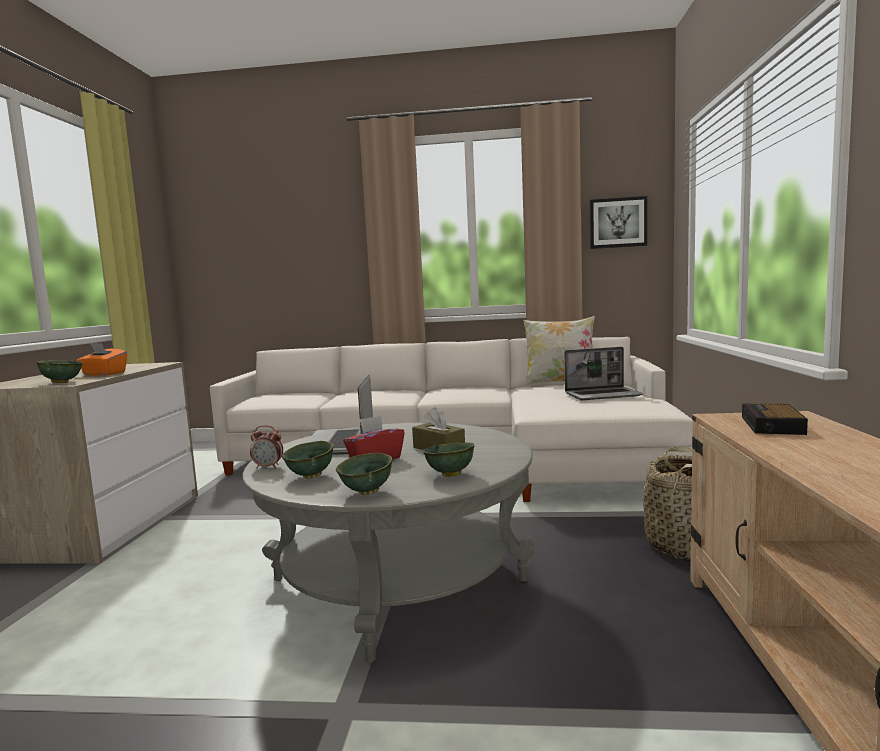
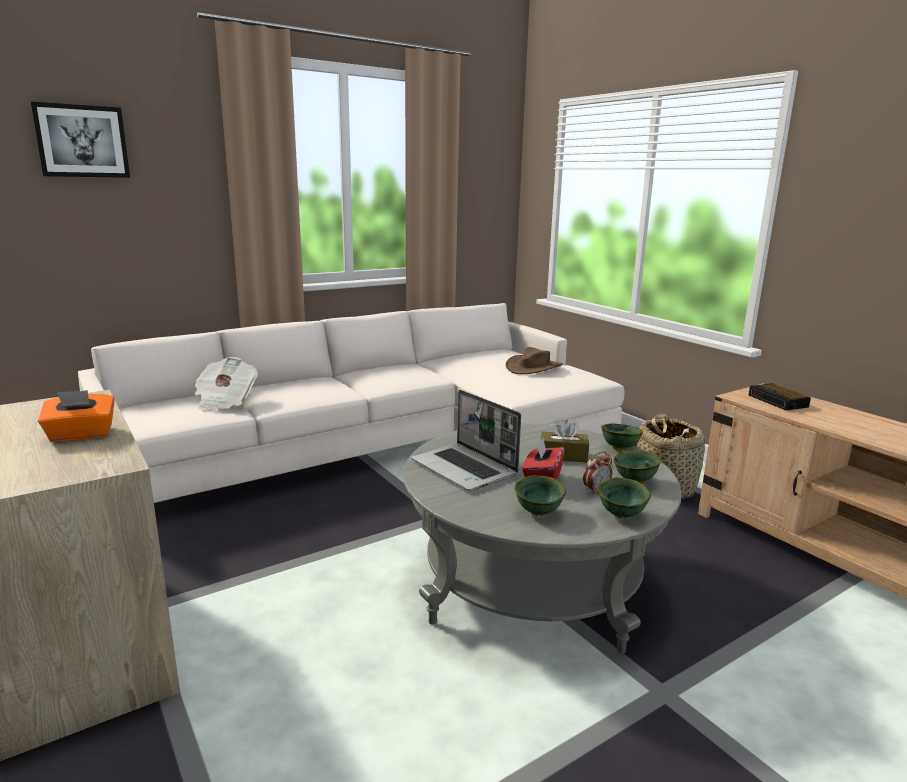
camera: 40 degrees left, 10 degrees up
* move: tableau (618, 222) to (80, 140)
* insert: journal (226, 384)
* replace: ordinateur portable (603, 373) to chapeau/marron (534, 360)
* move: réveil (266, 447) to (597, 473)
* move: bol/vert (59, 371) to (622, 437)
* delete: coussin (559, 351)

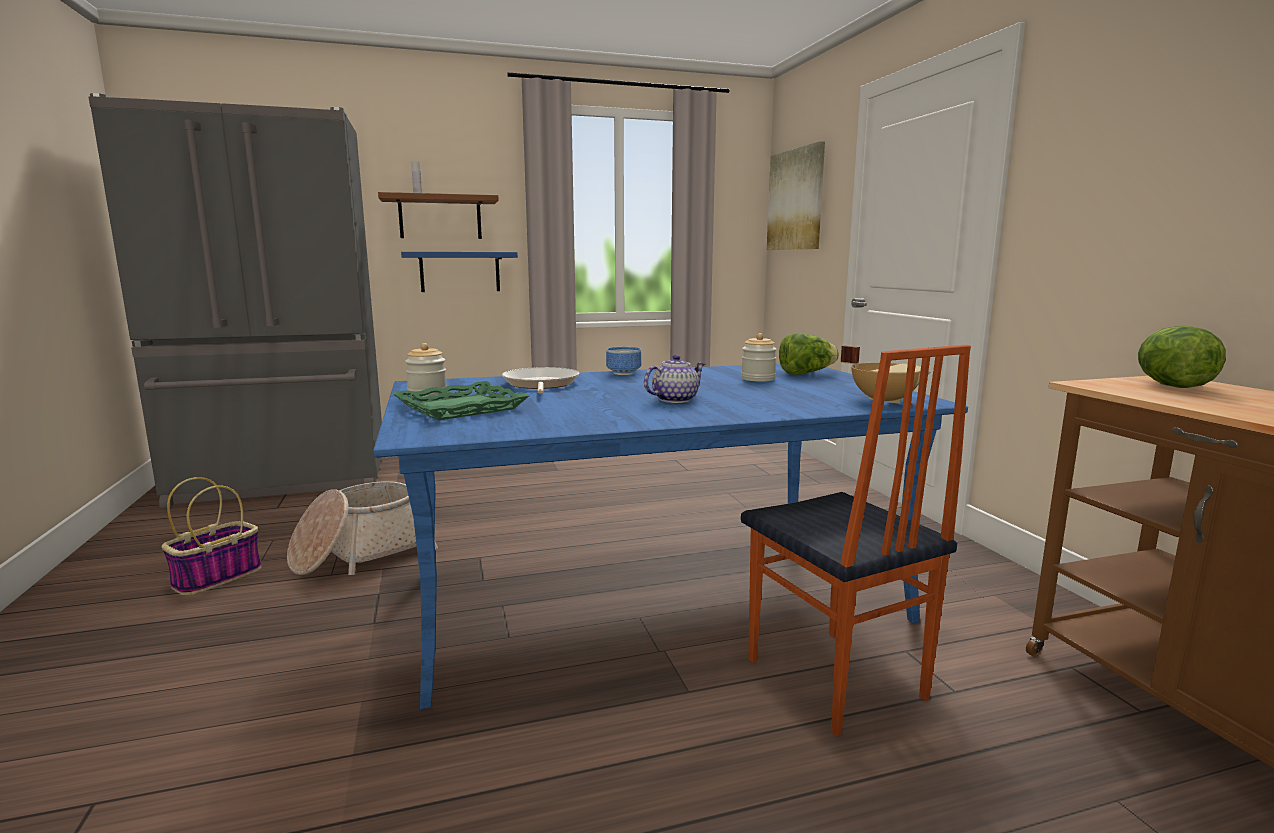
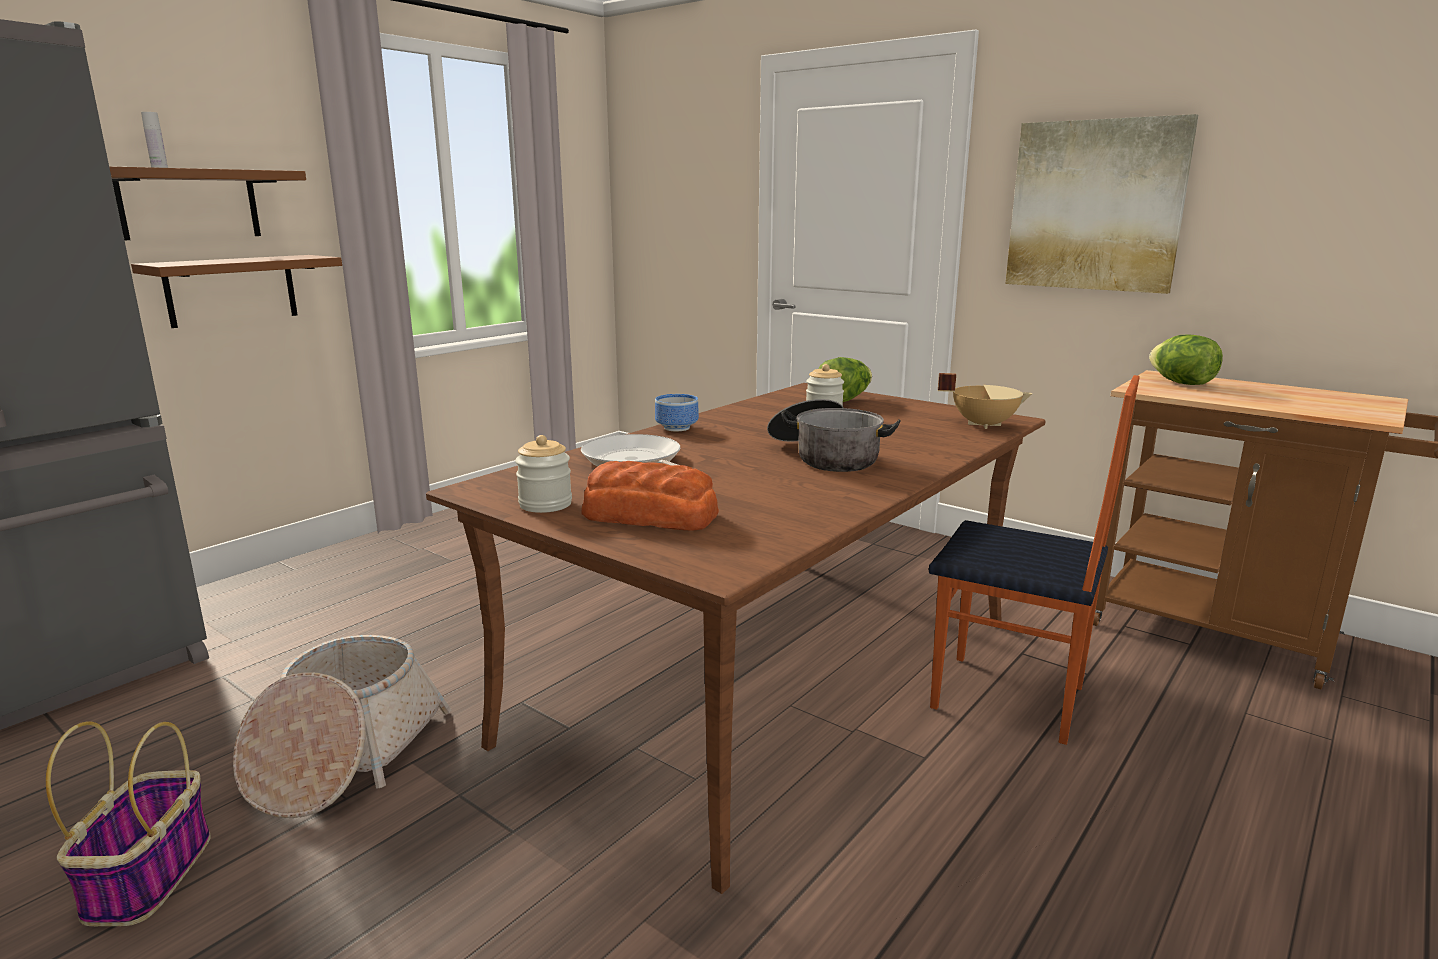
camera: 35 degrees left, 5 degrees up
* recolor: étagère/bleu (459, 272) to étagère/marron (236, 291)
* recolor: table à manger/bleu (670, 536) to table à manger/marron (736, 638)
* replace: plateau/vert (461, 400) to pain (650, 496)
* replace: théière (674, 379) to marmite (834, 435)
* move: tableau (796, 195) to (1101, 204)

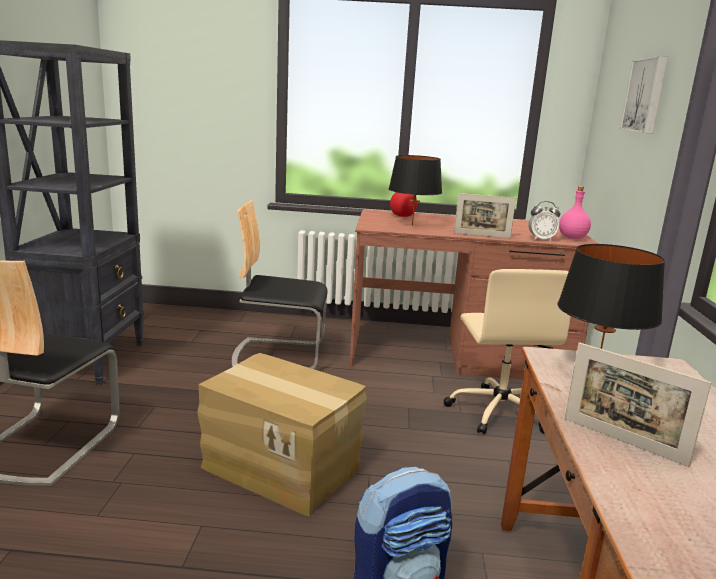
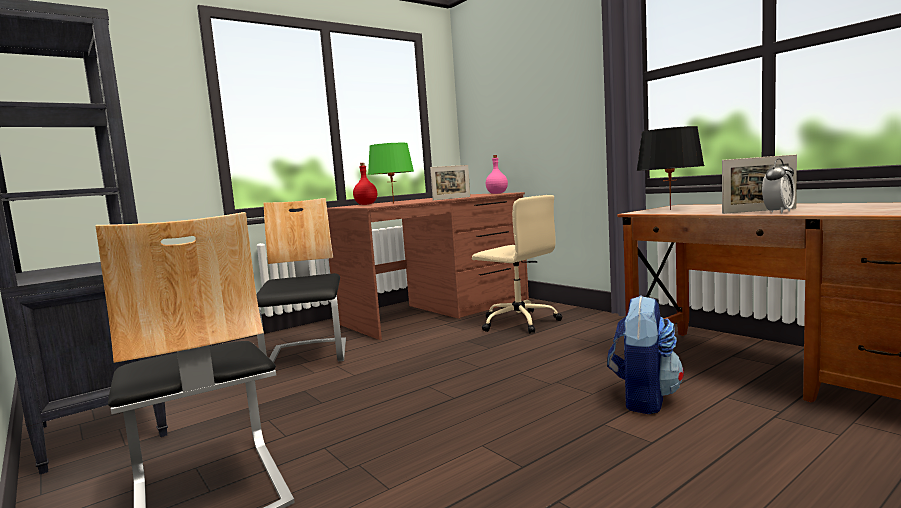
camera: 40 degrees left, 10 degrees down
* rotate: chaise (280, 284) = (301, 280) 120 degrees clockwise
* recolor: lampe de table/noir (415, 190) to lampe de table/vert (391, 173)
* move: réveil (544, 221) to (778, 185)
* delete: carton (282, 435)
* delete: tableau (644, 94)

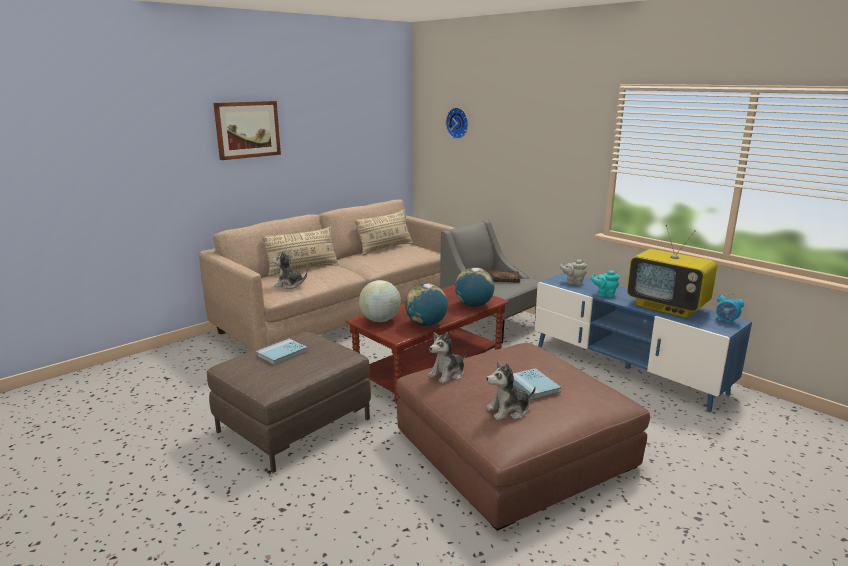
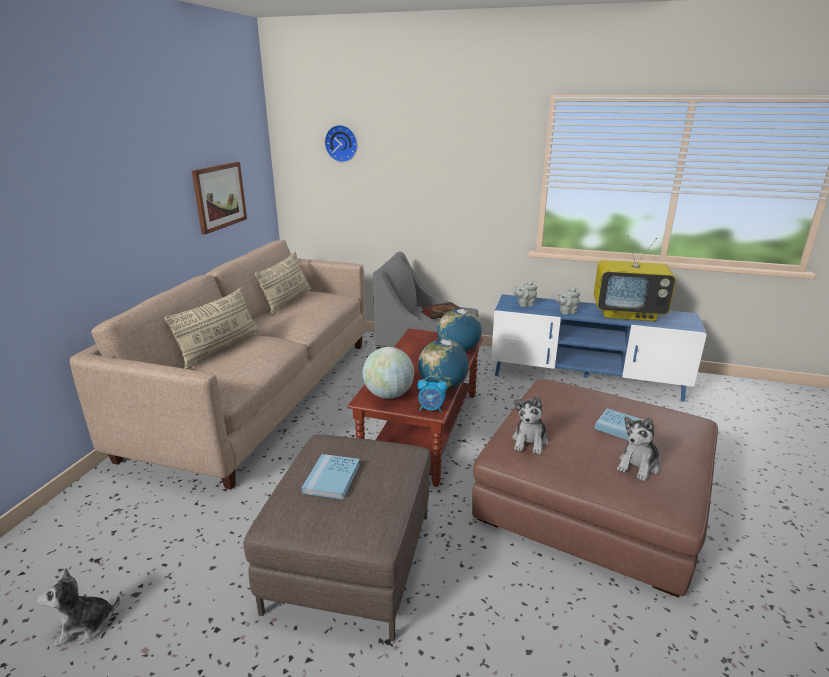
camera: 30 degrees left, 5 degrees up
* move: peluche (289, 269) to (78, 607)
* move: tableau (247, 130) to (219, 198)
* move: réveil (729, 309) to (432, 394)
* recolor: théière/turquoise (605, 283) to théière/gris (567, 301)

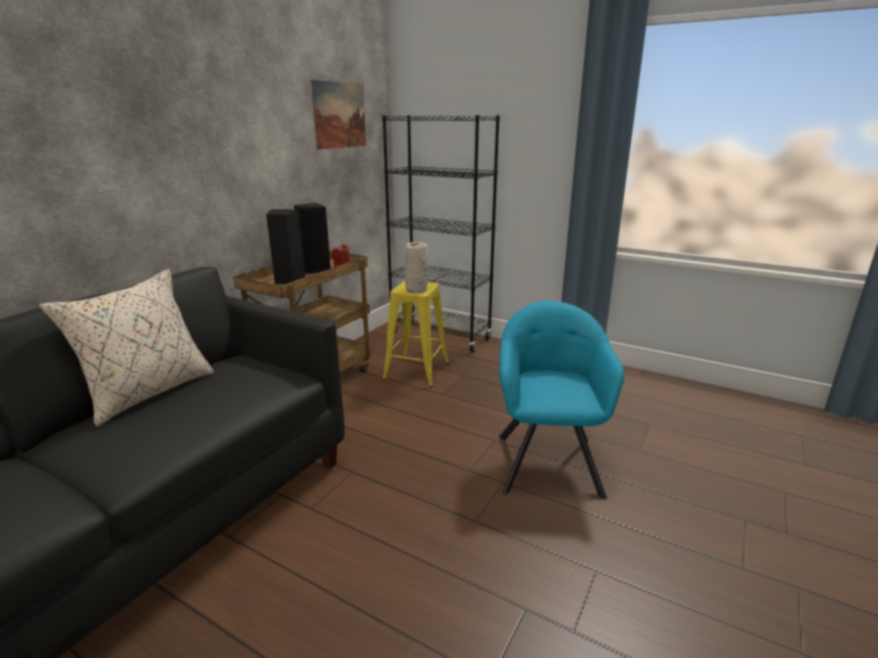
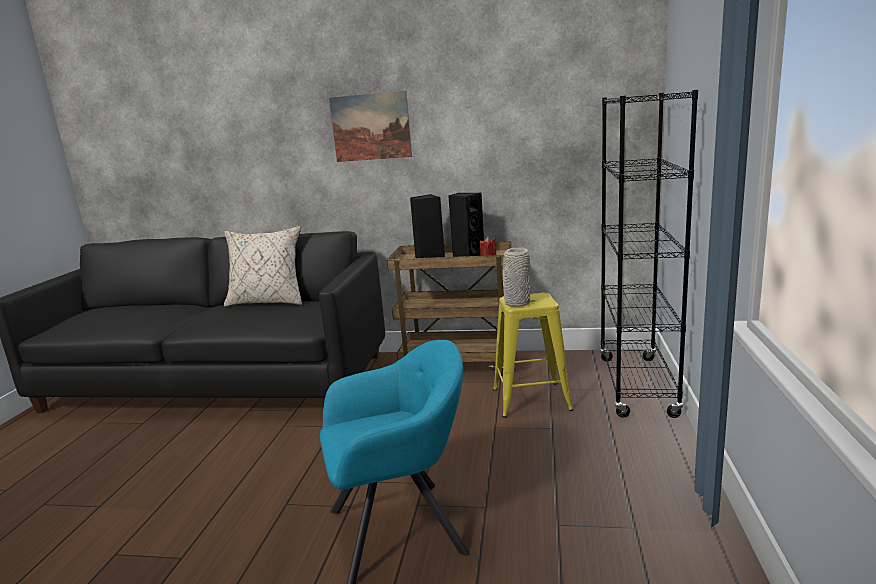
camera: 70 degrees right, 5 degrees down
* move: tableau (338, 114) to (370, 126)

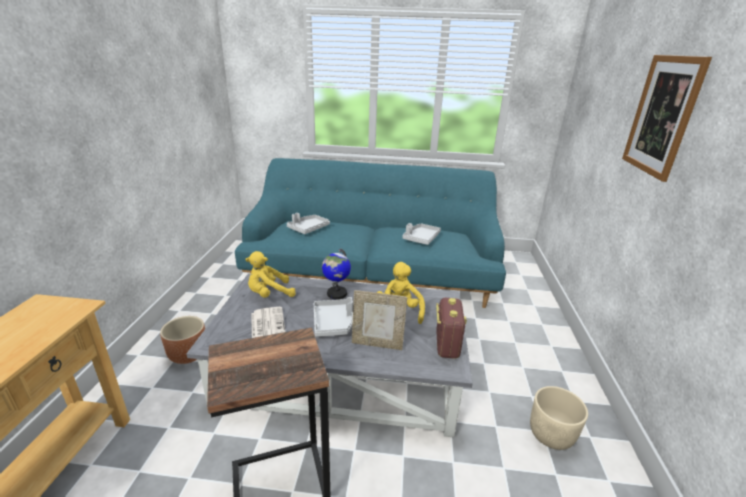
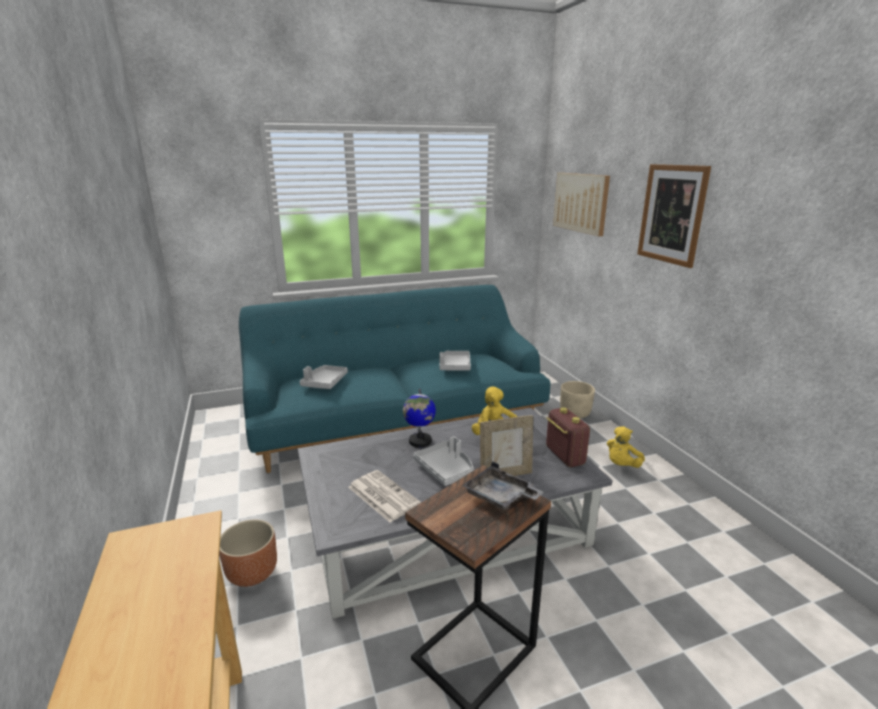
camera: 25 degrees left, 5 degrees down
* insert: plateau/gris (502, 485)
* insert: tableau (581, 204)
* move: cache-pot/beige (559, 418) to (577, 399)
* move: peluche/jaune (270, 274) to (626, 447)

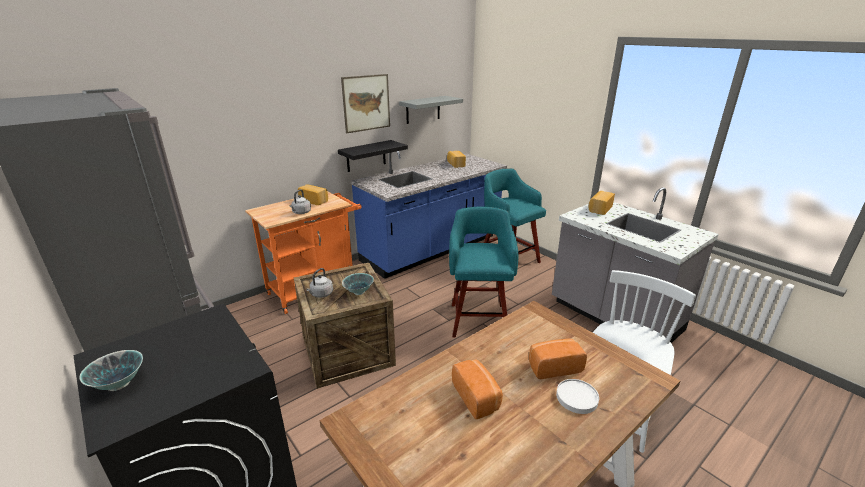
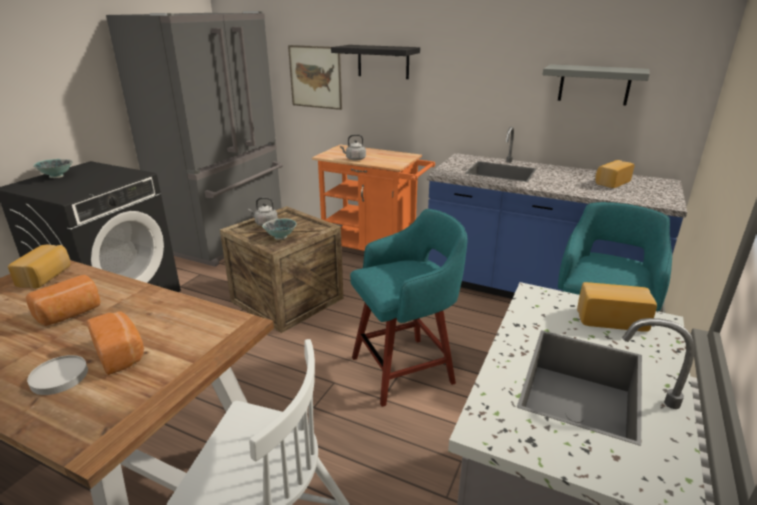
camera: 65 degrees right, 0 degrees up
* move: pain (313, 194) to (39, 267)
* move: tableau (365, 103) to (315, 77)
* move: étagère/noir (373, 156) to (375, 62)

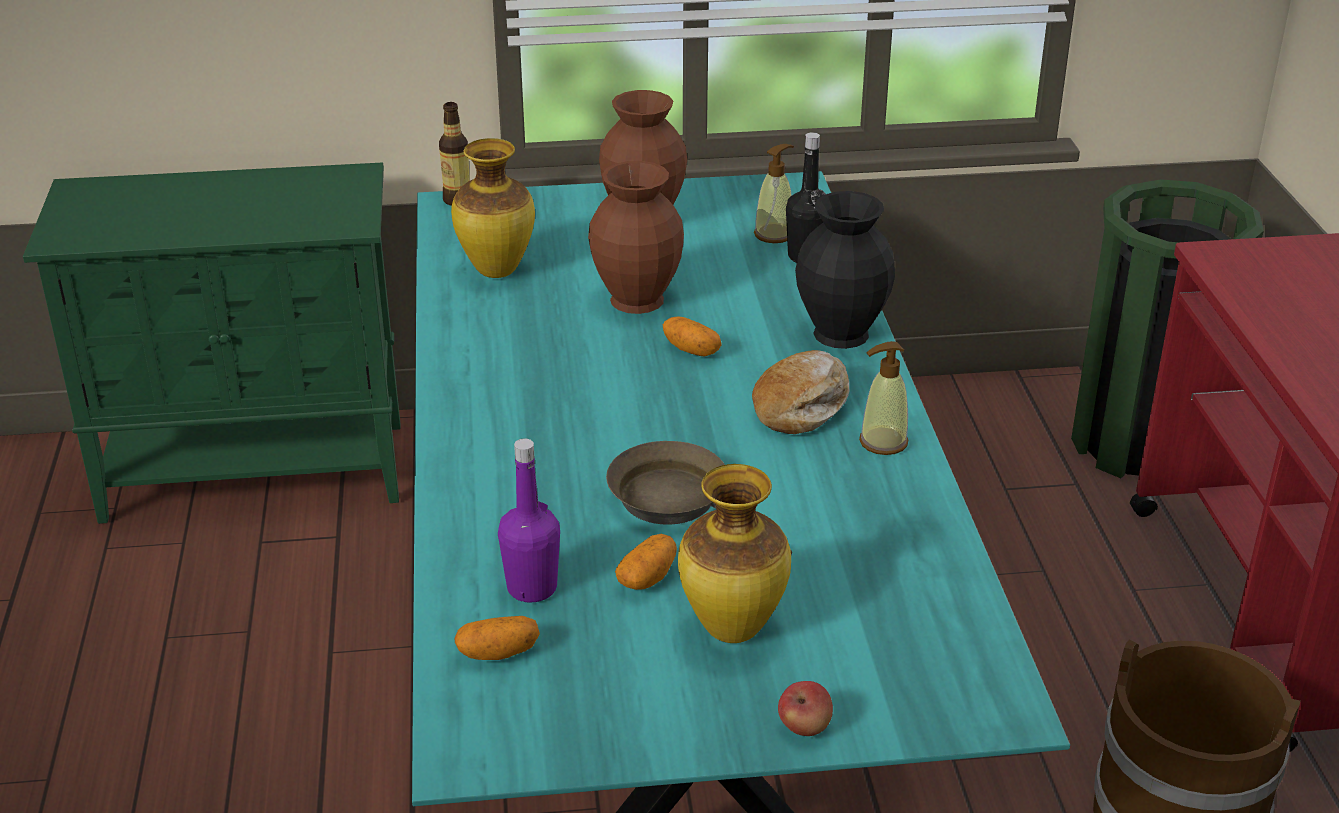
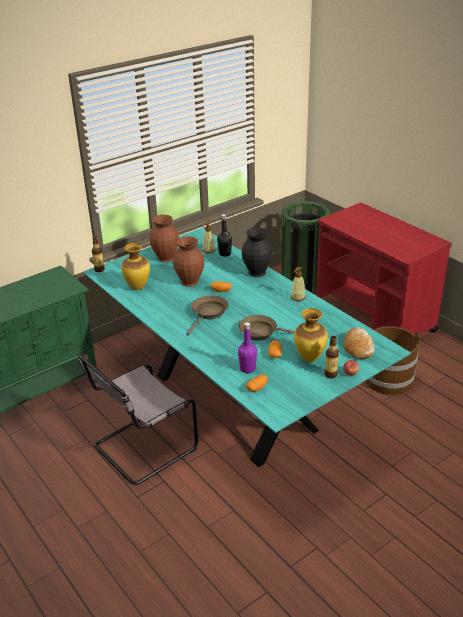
camera: 30 degrees left, 0 degrees up
* insert: chaise/gris (138, 419)
* insert: poêle/marron (207, 315)
* insert: bouteille (331, 357)
* move: pain (800, 392) to (359, 343)

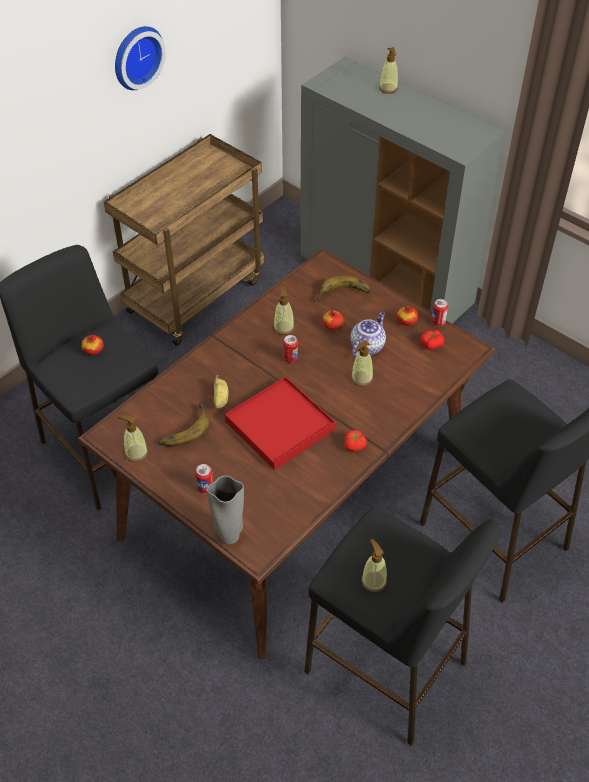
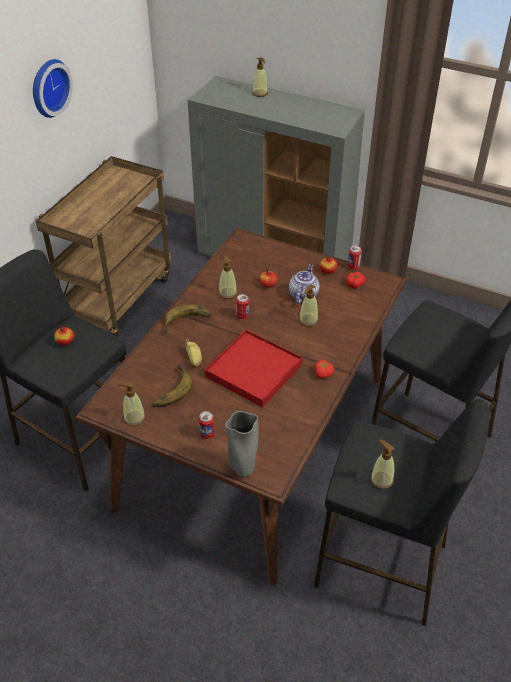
camera: 15 degrees left, 5 degrees down
* move: banane (344, 288) to (187, 318)

